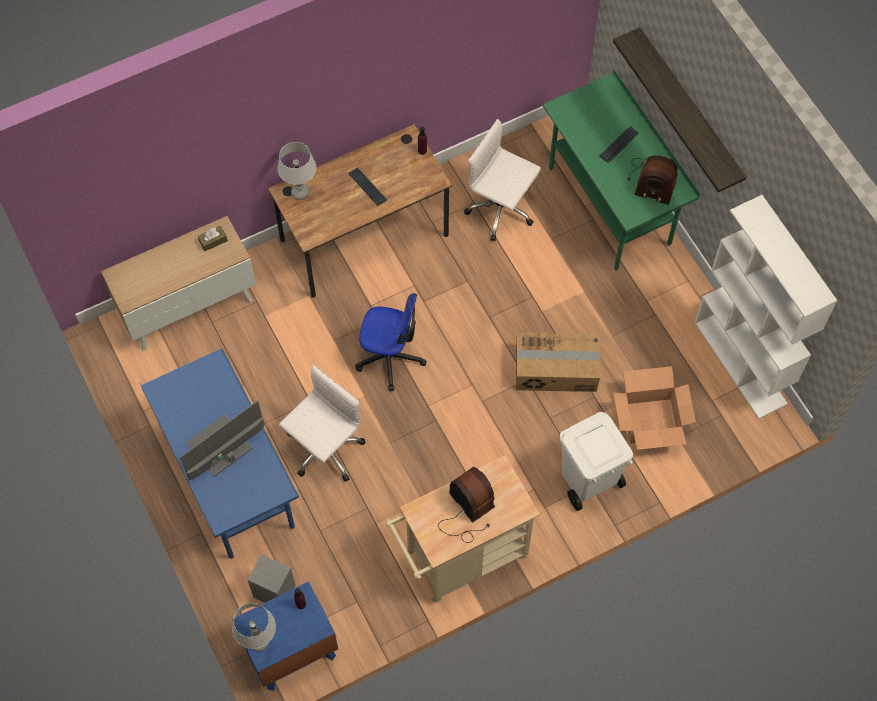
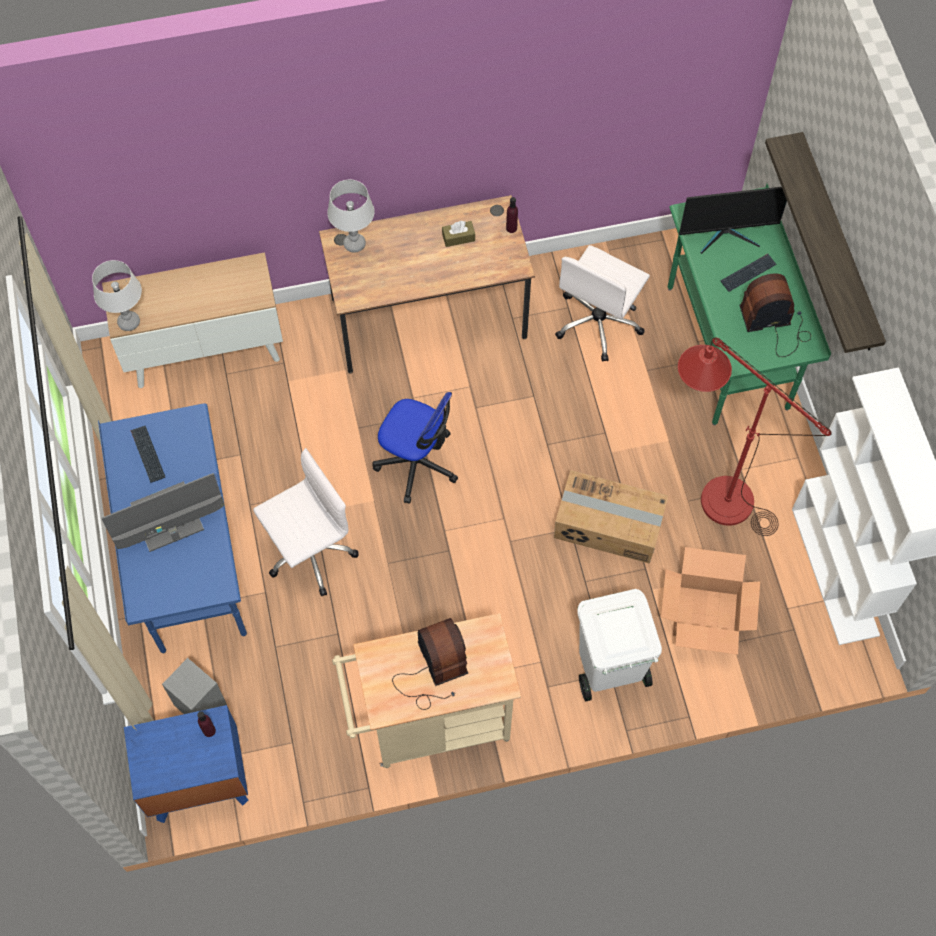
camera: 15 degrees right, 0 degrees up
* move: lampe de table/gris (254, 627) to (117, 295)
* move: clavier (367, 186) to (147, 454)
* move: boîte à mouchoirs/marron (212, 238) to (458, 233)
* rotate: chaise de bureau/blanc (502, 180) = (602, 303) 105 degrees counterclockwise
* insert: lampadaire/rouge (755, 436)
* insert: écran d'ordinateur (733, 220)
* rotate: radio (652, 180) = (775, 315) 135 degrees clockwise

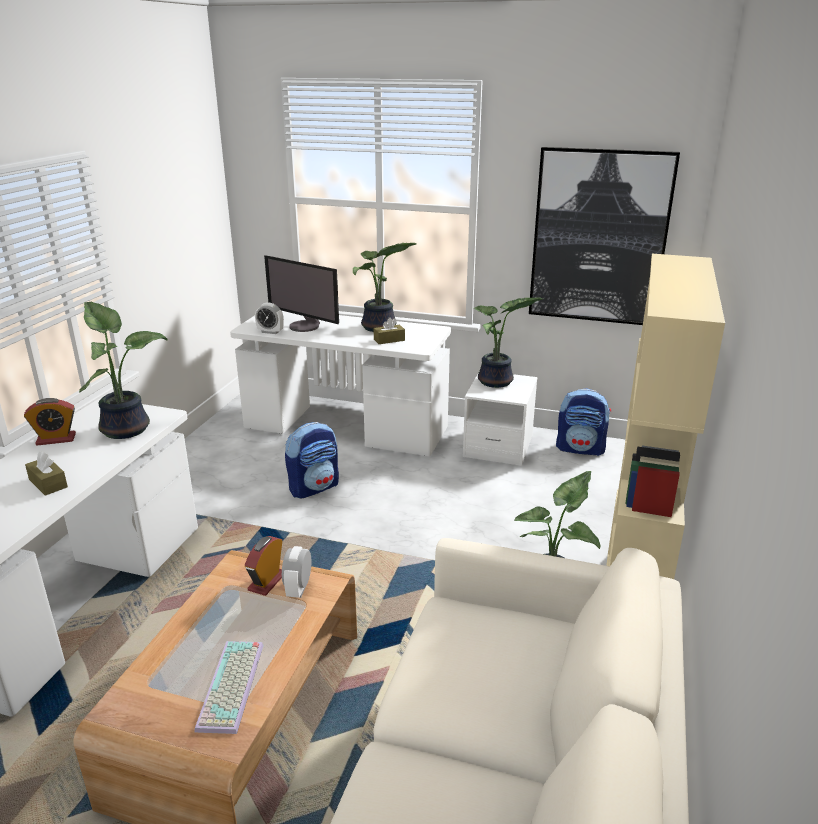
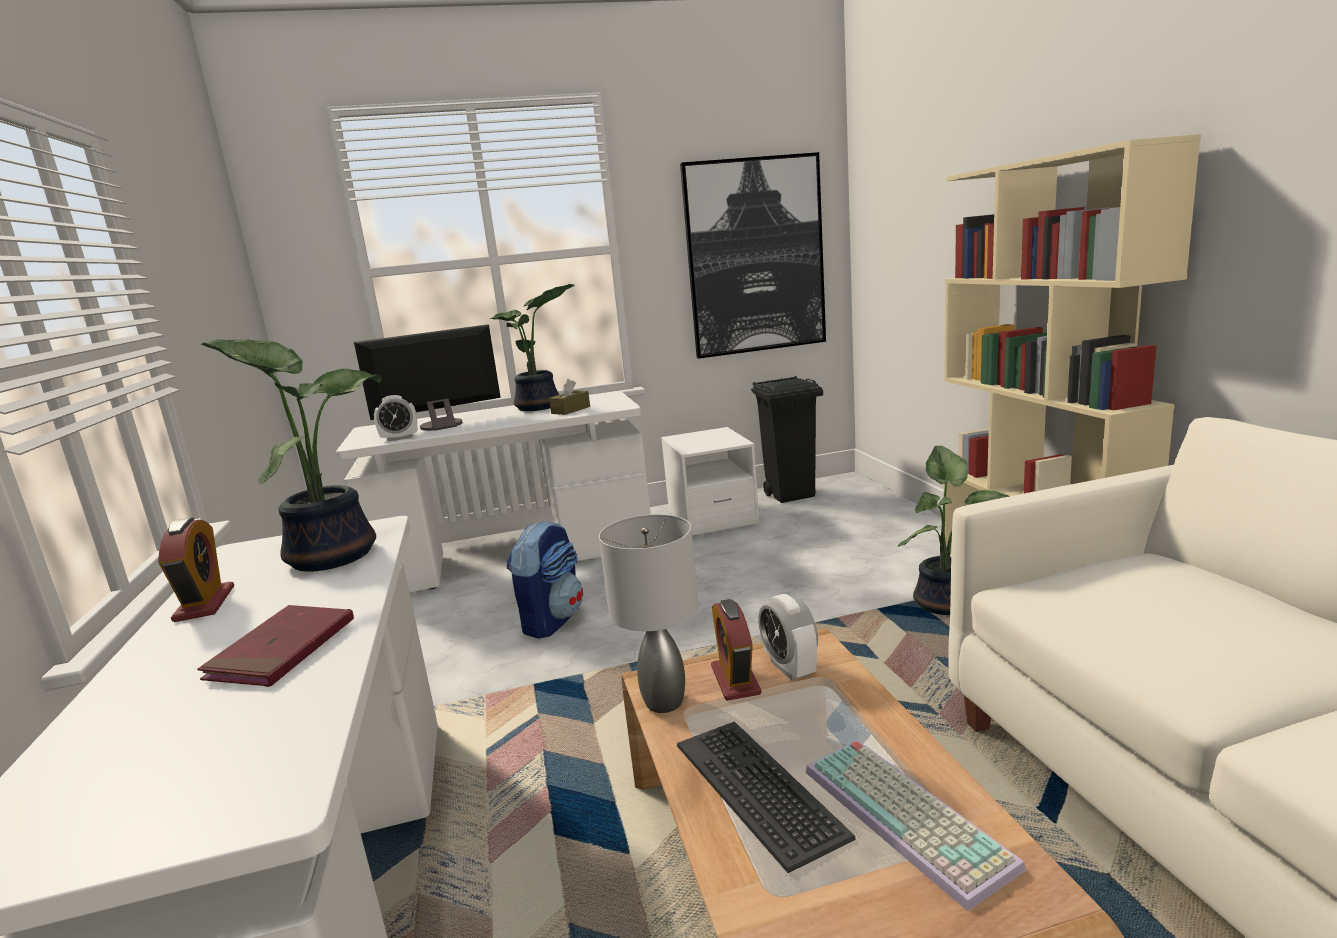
camera: 30 degrees left, 10 degrees down
* rotate: réveil (50, 422) = (196, 569) 60 degrees counterclockwise
* replace: boîte à mouchoirs/marron (46, 474) to livre/rouge (275, 646)
* rotate: écran d'ordinateur (301, 293) = (427, 377) 150 degrees clockwise
* insert: lampe de table/gris (649, 613)
* insert: clavier (766, 797)
* replace: sac à dos (583, 422) to poubelle/noir (787, 439)
* delete: plante en pot (508, 343)

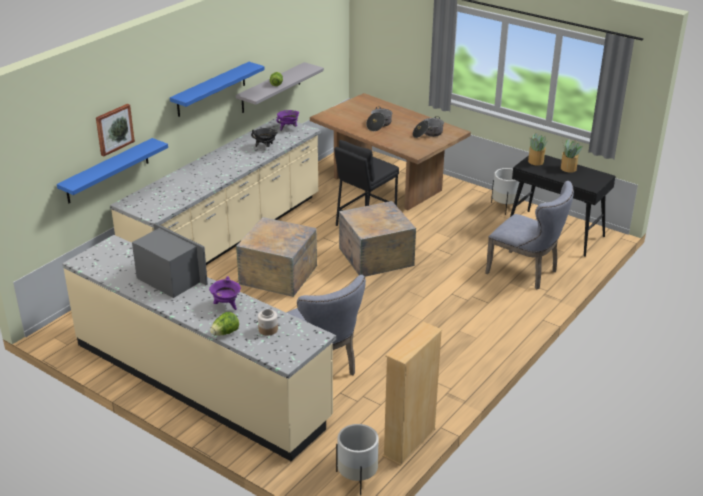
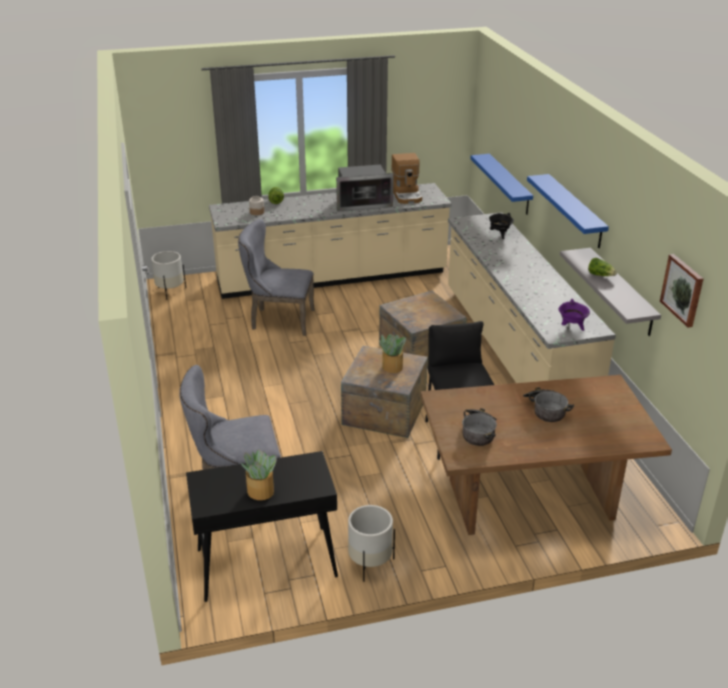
camera: 130 degrees right, 0 degrees up
* move: plante en pot (538, 149) to (392, 353)
* insert: machine à café (406, 178)
* move: marmite/noir (264, 137) to (501, 226)
* move: tableau (115, 130) to (682, 291)
* delete: marmite/violet (225, 293)
* delete: bibliothèque/beige (412, 394)

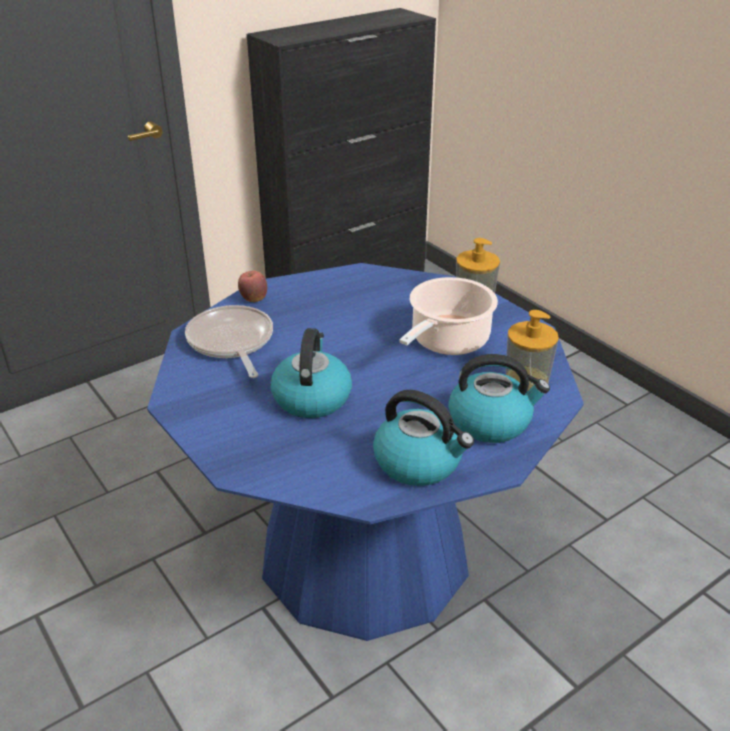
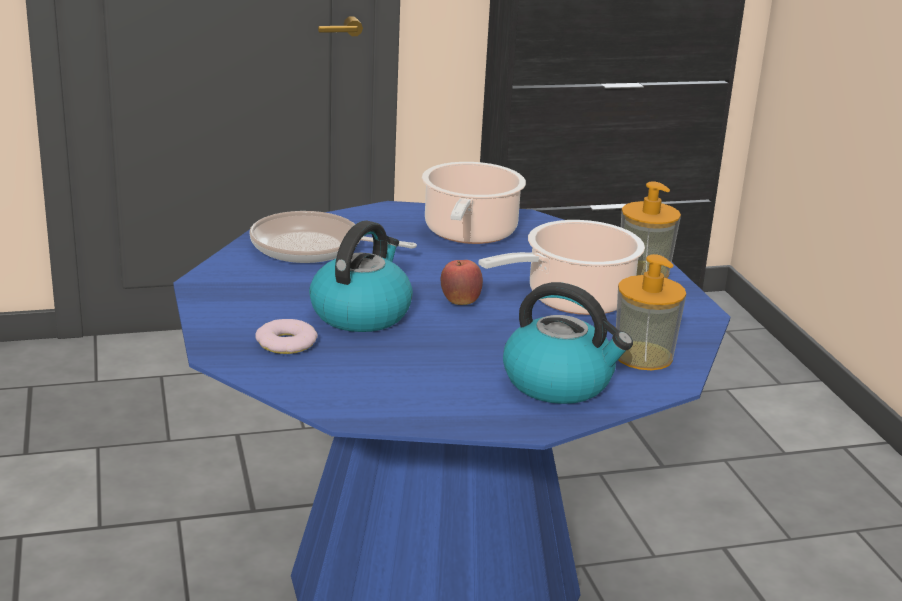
camera: 20 degrees right, 10 degrees down
* rotate: poêle (229, 341) = (333, 237) 75 degrees counterclockwise
* insert: beignet (286, 336)
* insert: marmite (474, 203)
* move: pomme (252, 286) to (462, 282)
* delete: bouilloire (423, 438)

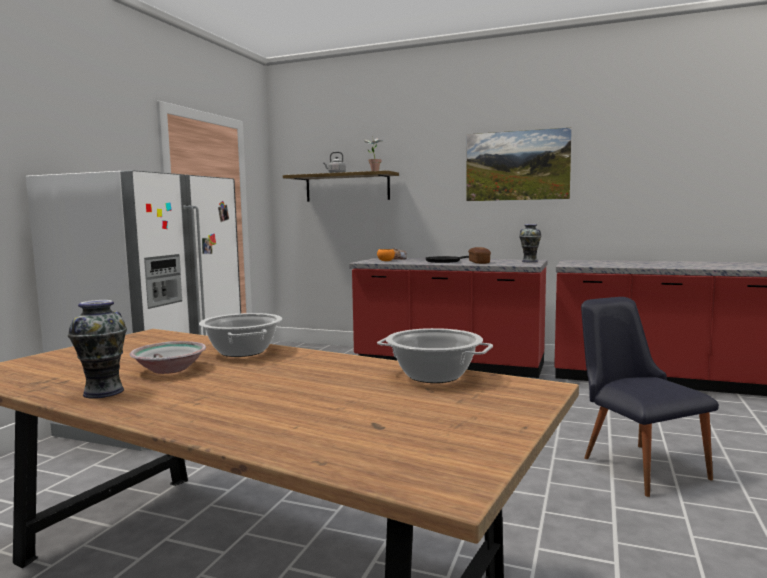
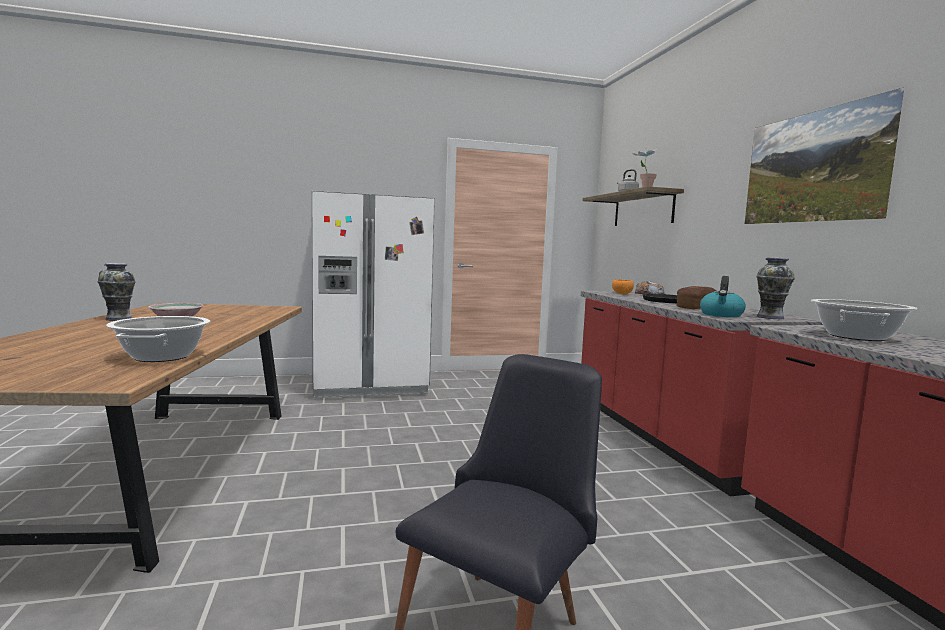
camera: 55 degrees right, 0 degrees up
* insert: bouilloire (723, 296)
* move: marmite (240, 335) to (864, 320)

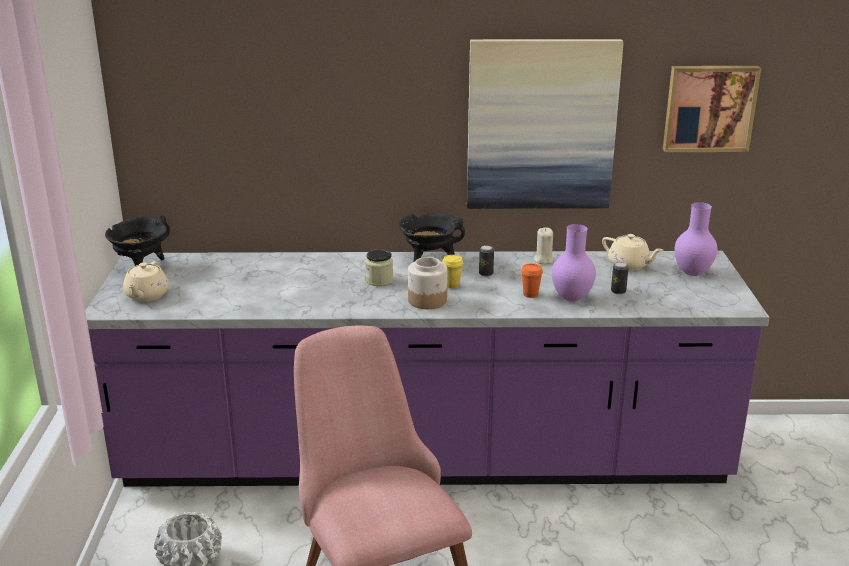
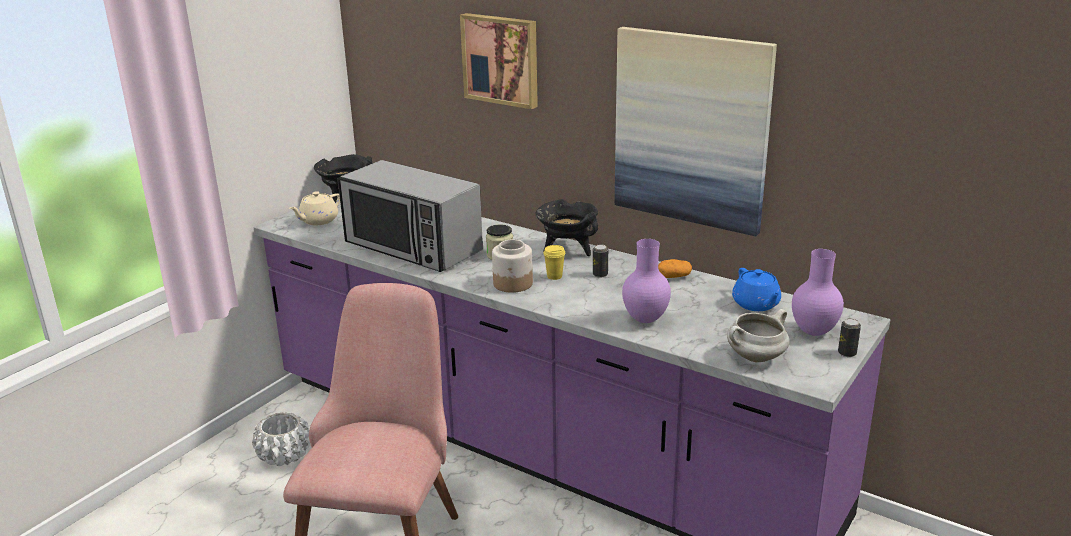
camera: 35 degrees right, 0 degrees up
* insert: micro-ondes (410, 216)
* move: tableau (712, 109) to (499, 61)
* replace: bougie/beige (543, 246) to pomme de terre (675, 268)
* insert: marmite/blanc (758, 335)
* recolor: théière/beige (632, 252) to théière/bleu (756, 289)
* move: boîte métallique (620, 278) to (849, 337)
* delete: tasse/orange (532, 280)

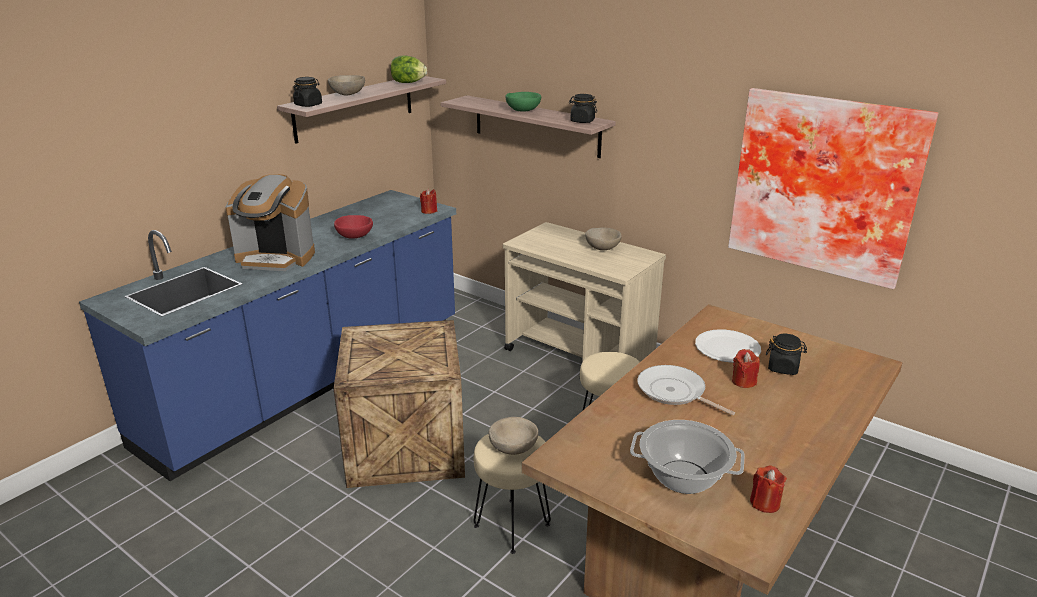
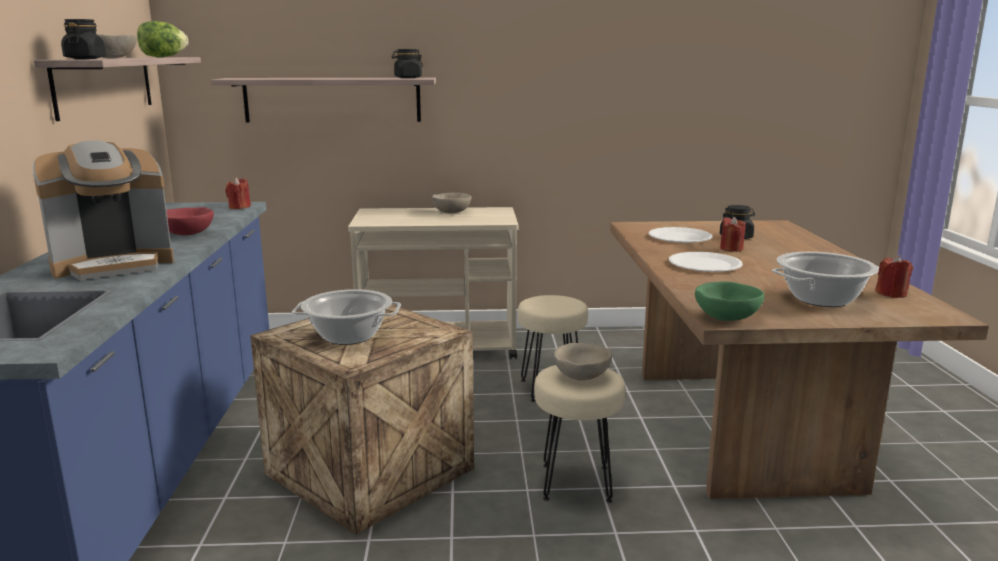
camera: 40 degrees left, 10 degrees down
* insert: marmite (346, 317)
* replace: poêle (686, 390) to assiette/blanc (706, 262)
* move: bol/vert (523, 102) to (729, 301)
* delete: tableau (833, 188)

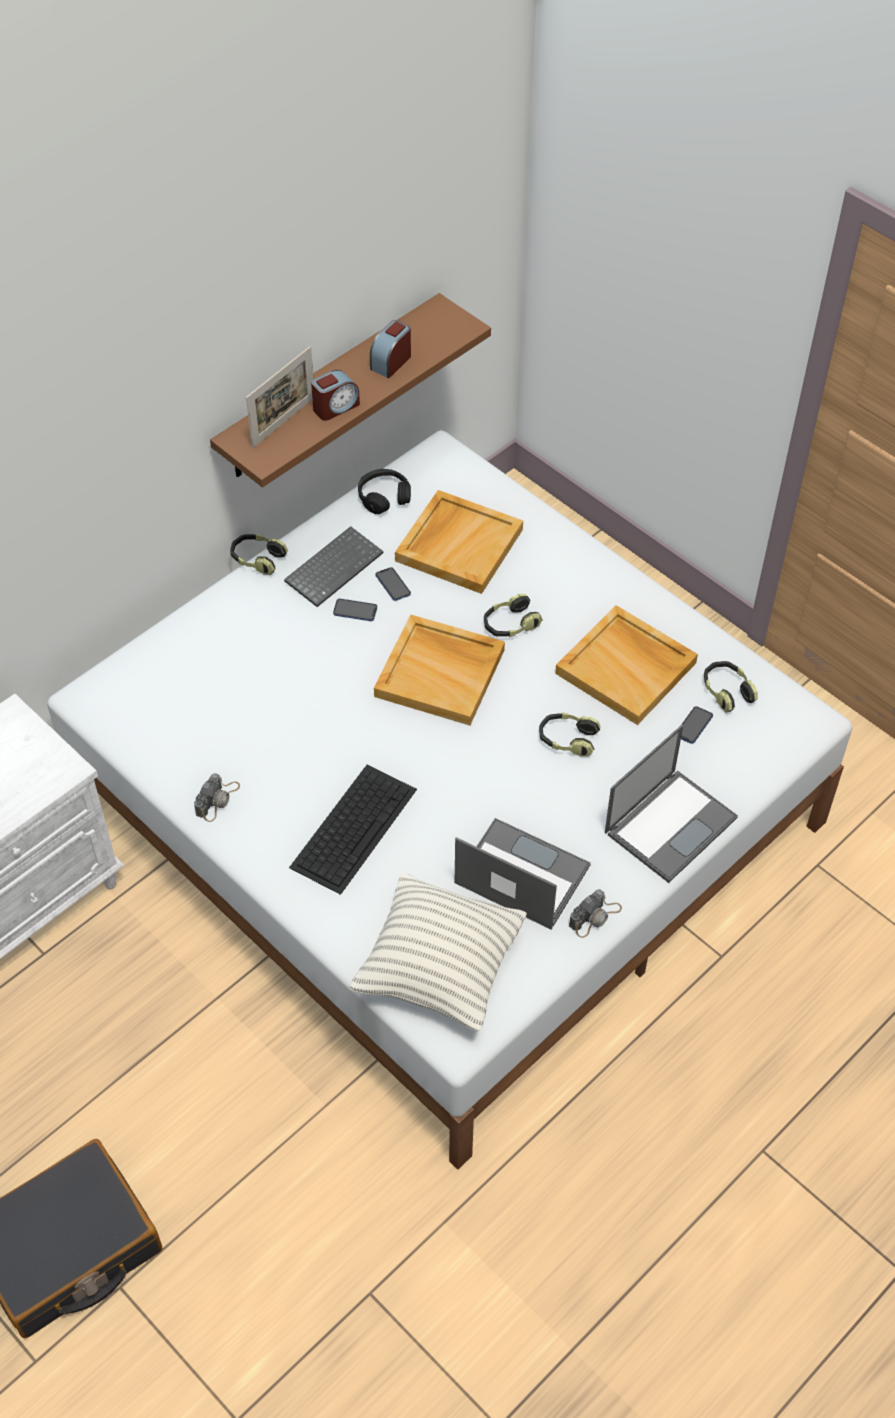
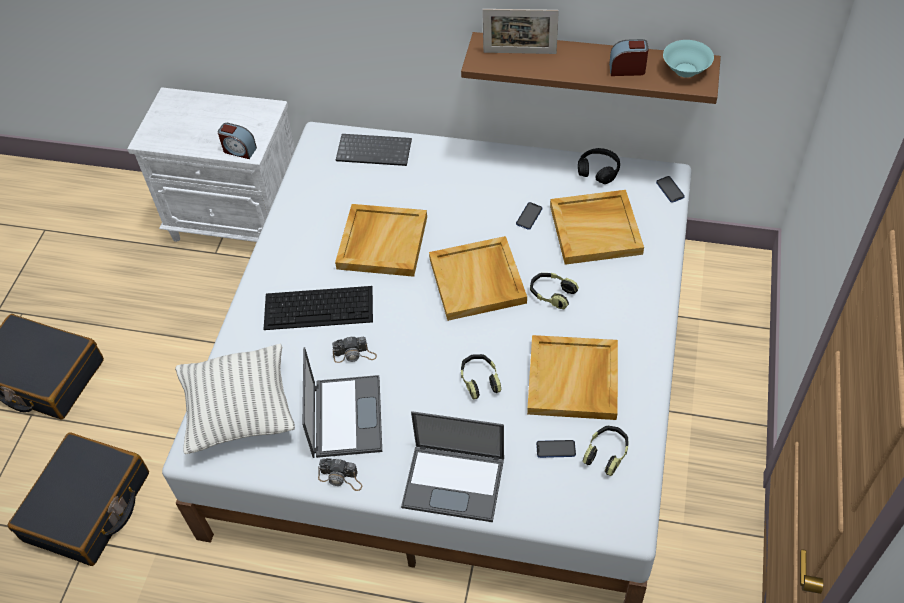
camera: 60 degrees right, 0 degrees up
* insert: valise/noir (78, 499)
* move: réveil (335, 395) to (237, 141)
* move: appareil photo (217, 797) to (354, 349)
* insert: plateau/beige (381, 240)
* move: clavier (333, 566) to (374, 150)
* move: téléphone (355, 609) to (670, 189)
* insert: bol/turquoise (688, 59)
* delete: casque audio (259, 554)

